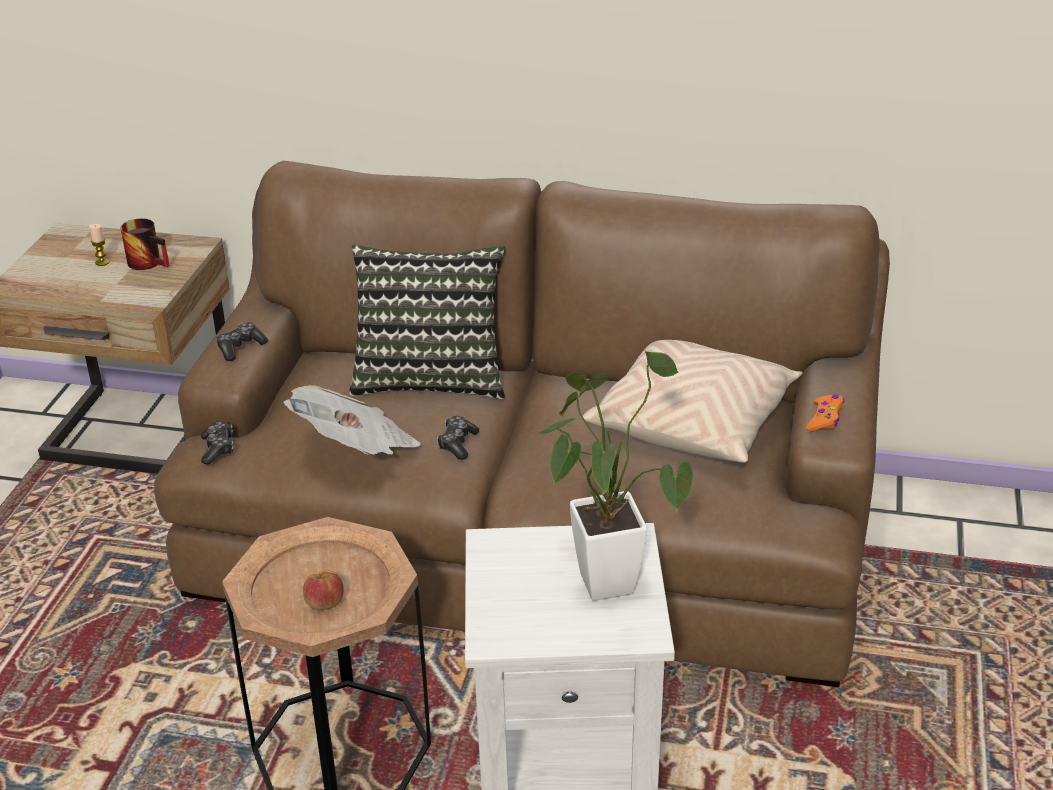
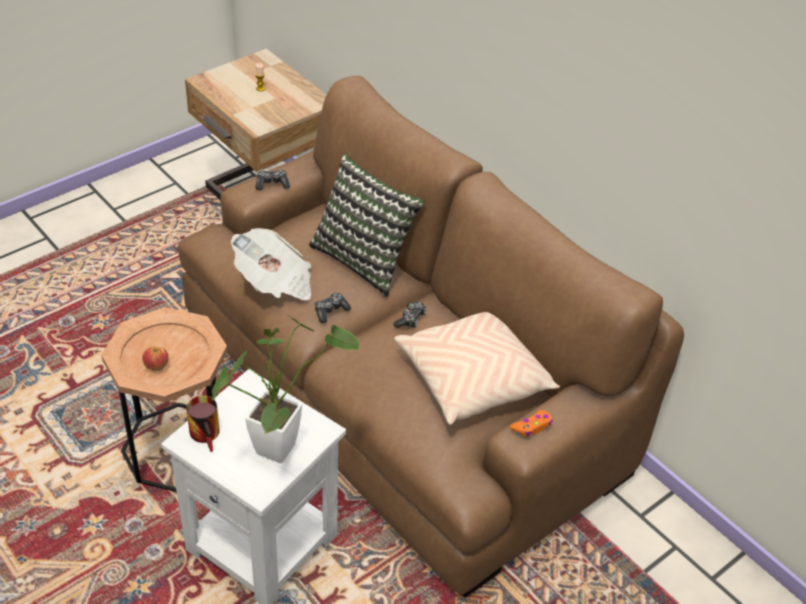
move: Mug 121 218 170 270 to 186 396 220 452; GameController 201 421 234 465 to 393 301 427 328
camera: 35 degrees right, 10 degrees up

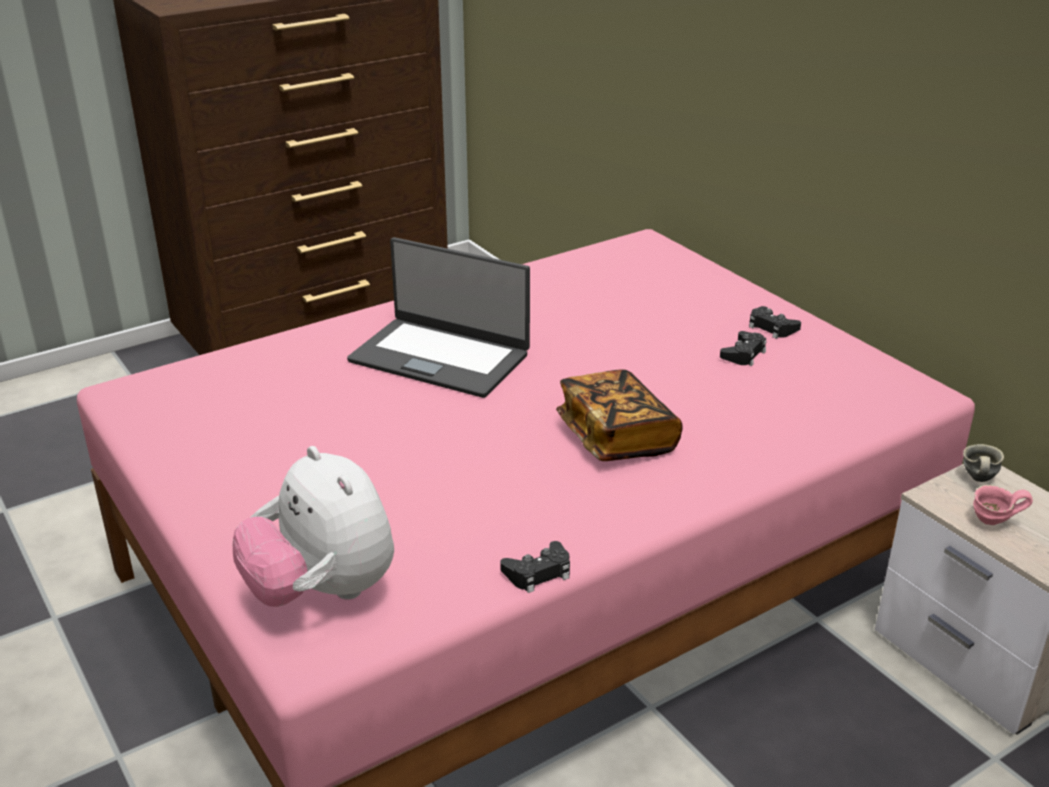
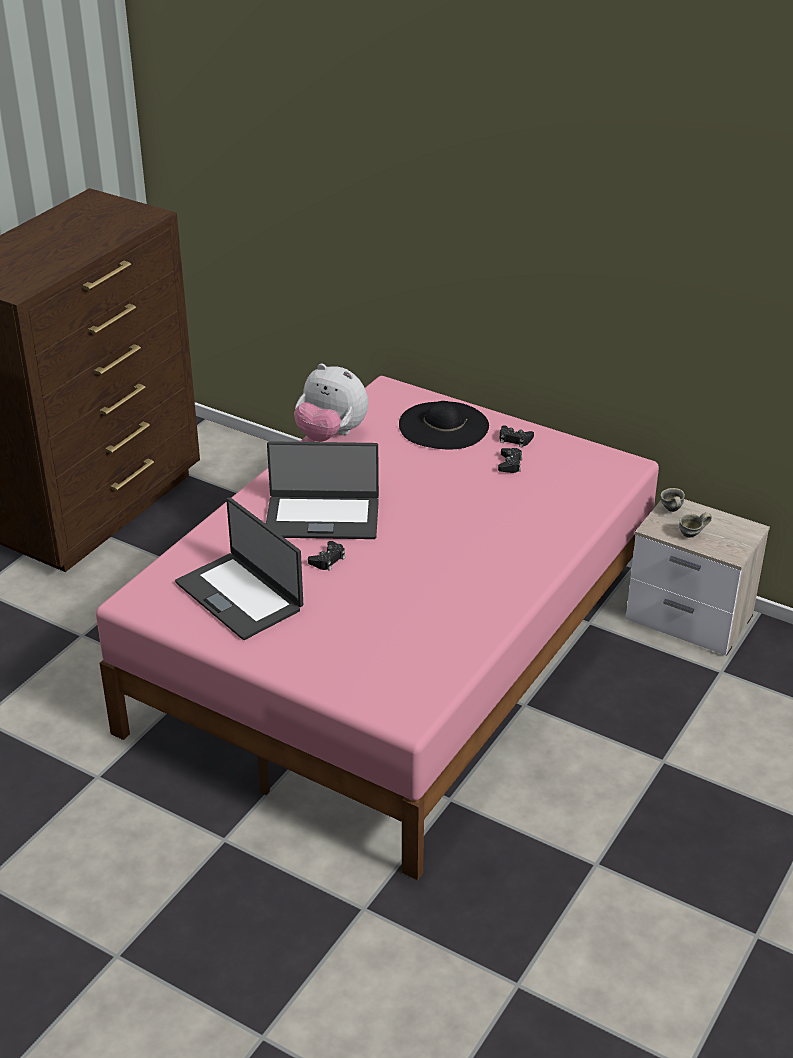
delete: Book 556 369 683 461
insert: Laptop 175 497 303 640; BlackHat 399 401 489 449
move: PlushToy 233 446 394 607 to 294 363 368 442; BlackGameController 500 541 570 593 to 308 541 345 571
recolor: PinkMug 973 485 1033 525 to GreyMug 679 512 712 538
camera: 25 degrees left, 5 degrees up

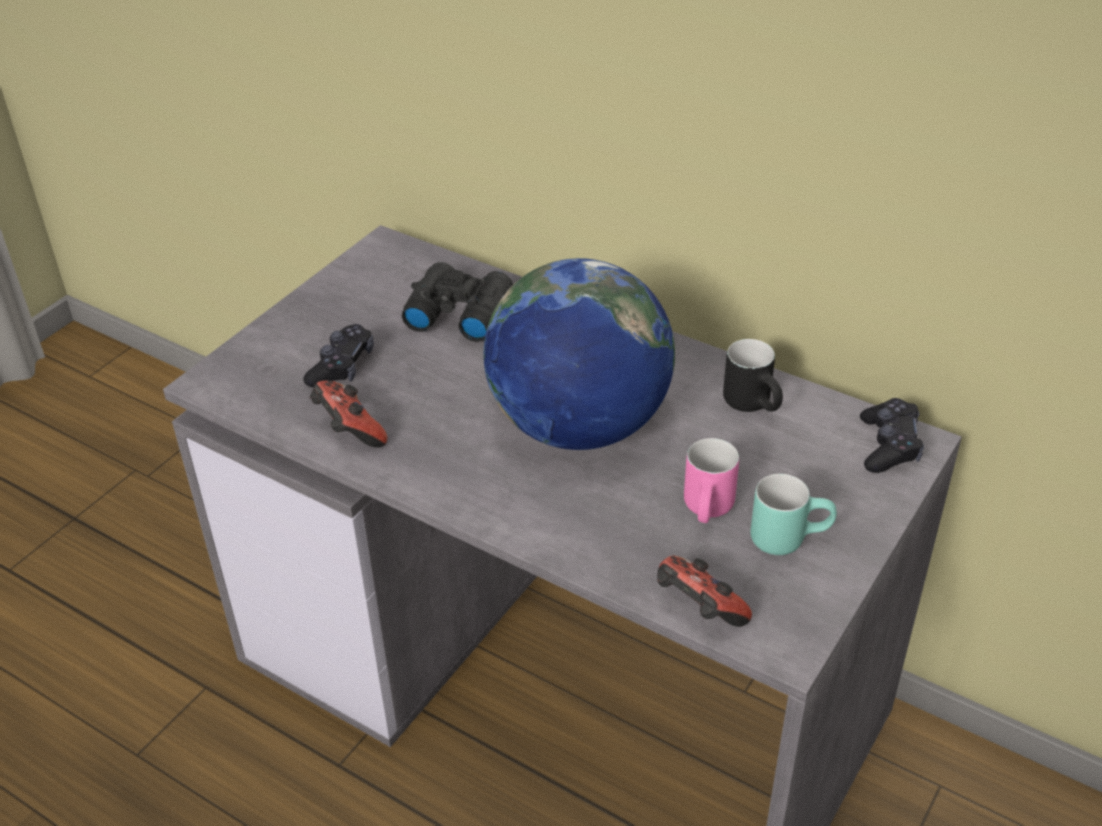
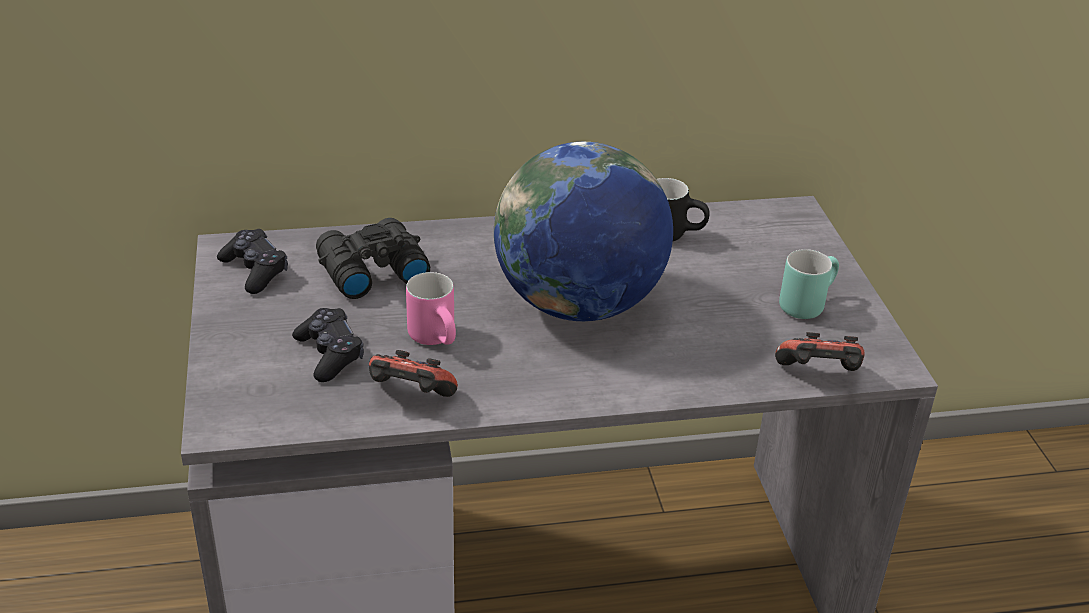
move: PinkMug 684 438 739 523 to 406 272 456 345; BlackGameController 860 398 924 473 to 217 229 288 294
camera: 45 degrees left, 5 degrees down

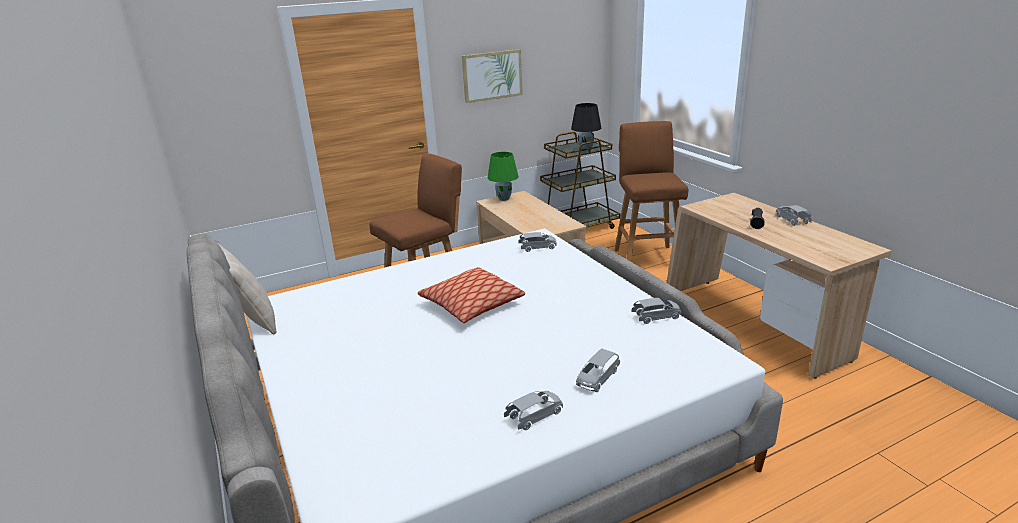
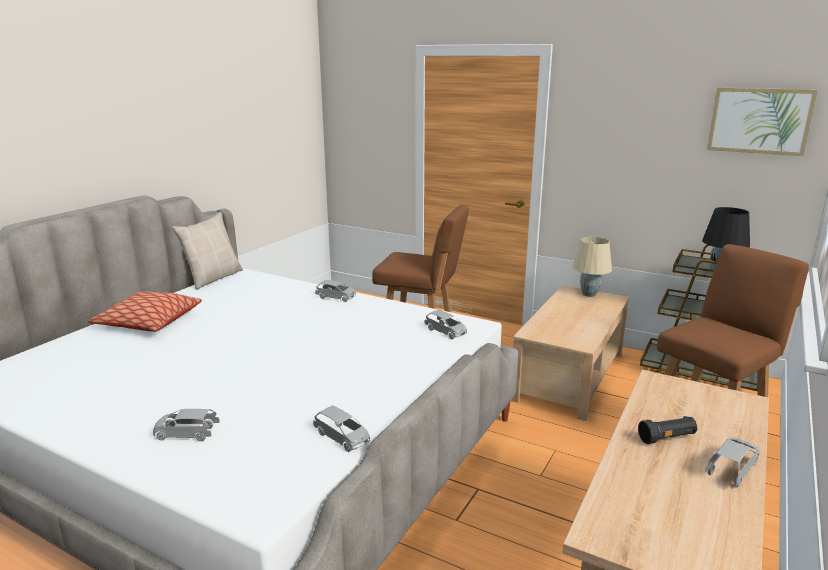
move: Pillow 418 267 525 323 to 88 291 202 332; Picture 462 49 523 103 to 707 87 818 156; GreyToyCar 504 391 563 430 to 315 280 356 302
recolor: GreenTableLamp 488 152 518 201 to BeigeTableLamp 573 237 612 297
camera: 55 degrees right, 5 degrees down

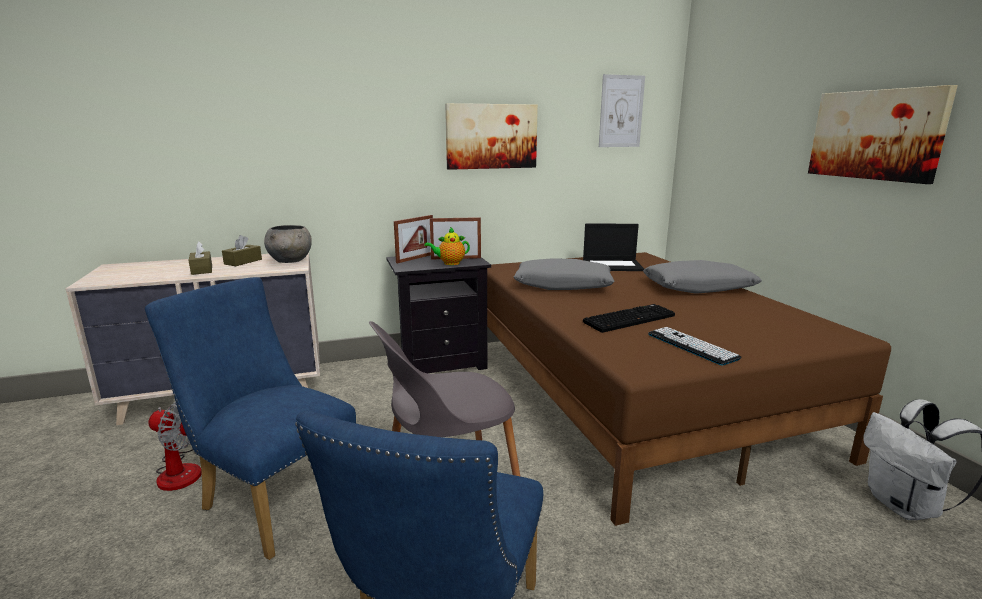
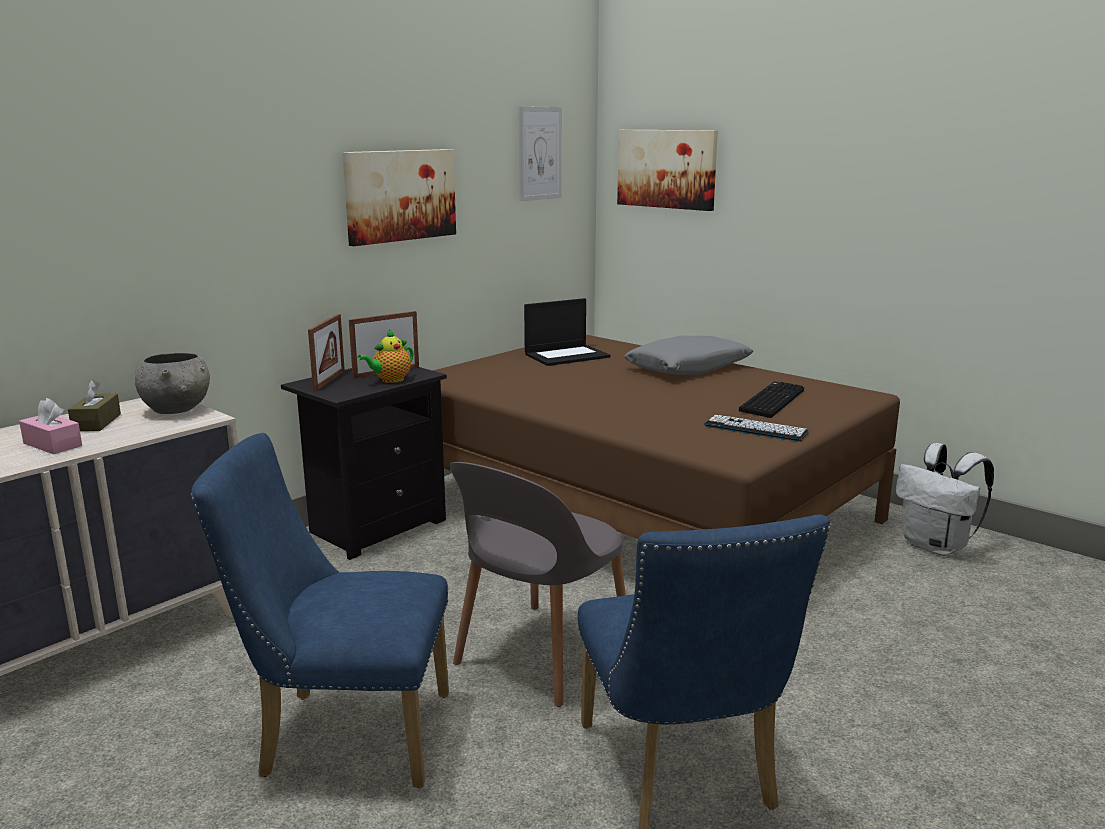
delete: Fan 148 402 202 491; GreyPillow 514 258 614 290
move: Keyboard 583 304 675 333 to 739 381 804 418; Picture 808 85 958 184 to 617 130 718 211
recolor: BrownTissueBox 189 241 212 275 to PinkTissueBox 19 398 82 454
camera: 30 degrees left, 0 degrees up

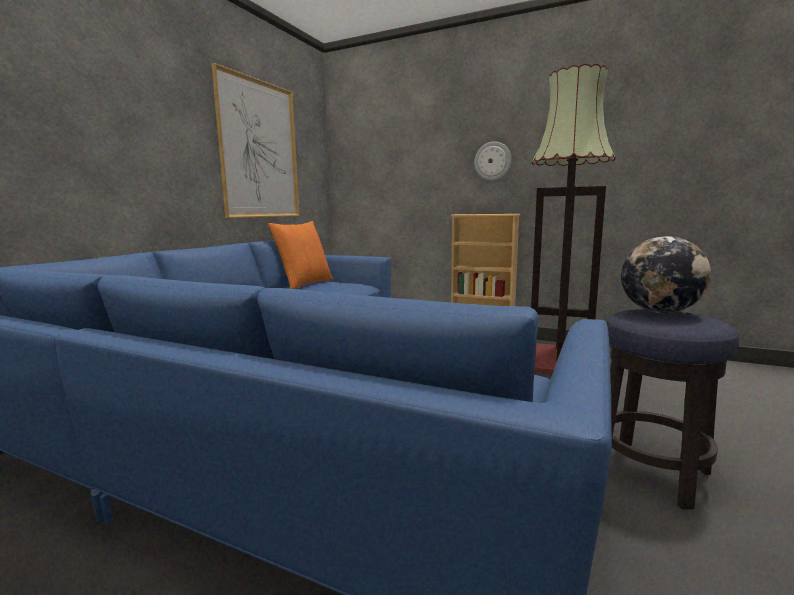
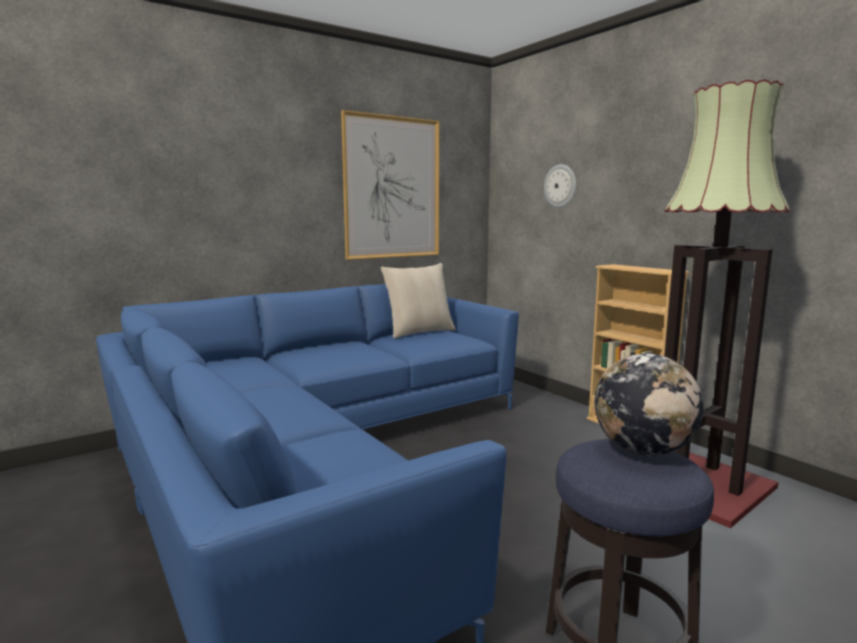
move: WallClock 474 141 512 181 to 544 164 576 208
recolor: OrangePillow 268 221 334 289 to BeigePillow 381 263 456 339
camera: 30 degrees right, 0 degrees up

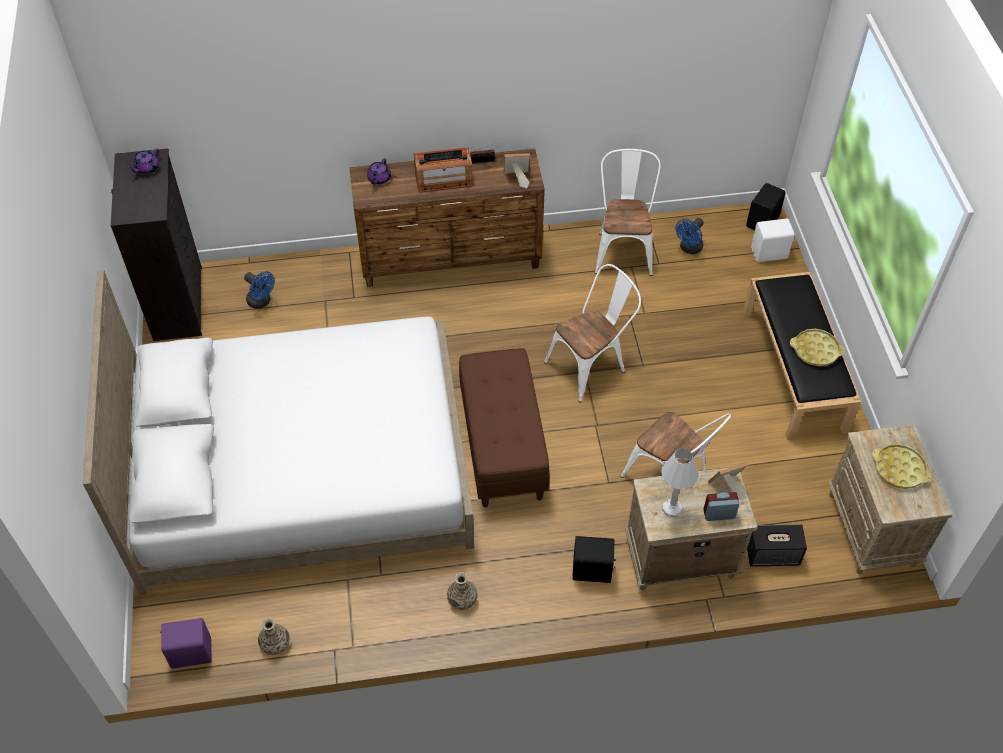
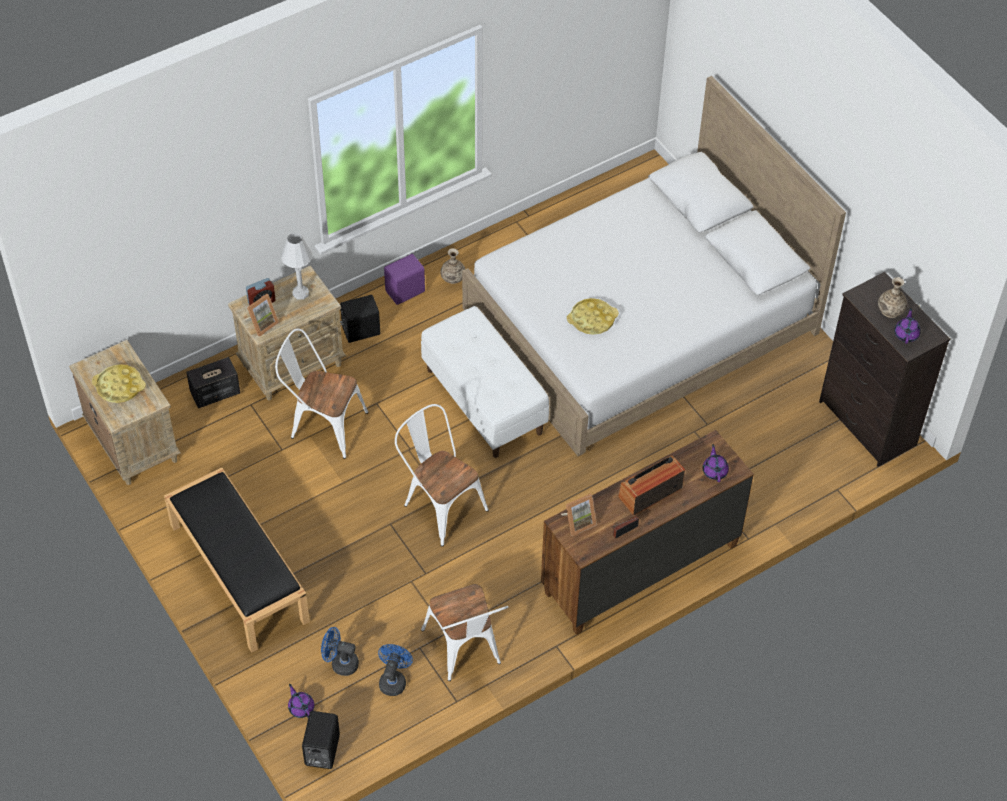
move: PurpleSpeaker 160 618 212 669 to 384 254 425 305; BlueFan 244 271 275 309 to 321 627 359 676; Vase 258 617 290 655 to 878 277 907 318; YellowTray 790 329 845 366 to 567 298 619 335
replace: WhiteSpeaker 751 218 794 262 to PurpleTeapot 288 684 315 718
recolor: BrownBench 459 348 550 507 to WhiteBench 421 306 549 458
rotate: WhiteChair 544 264 641 403 = 395 404 489 547 105 degrees clockwise
camera: 155 degrees right, 0 degrees up

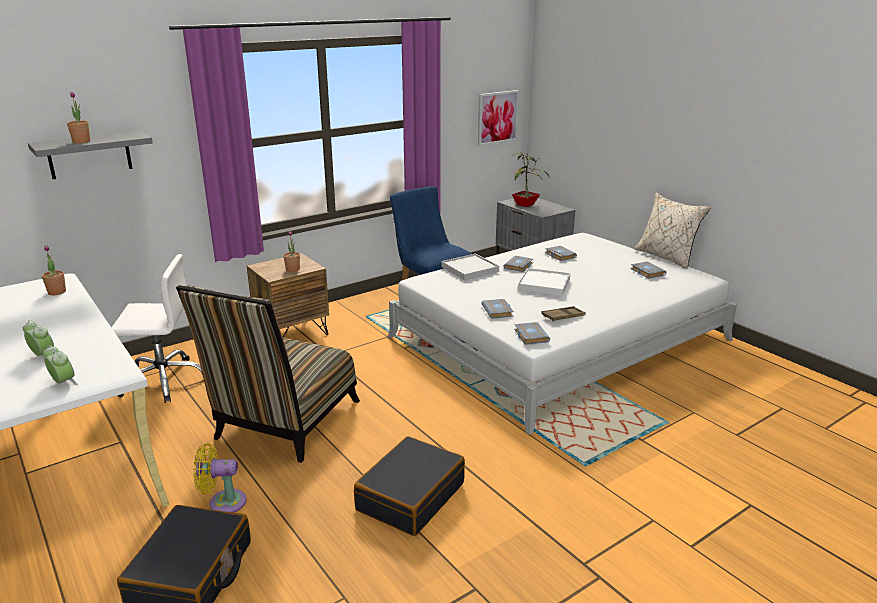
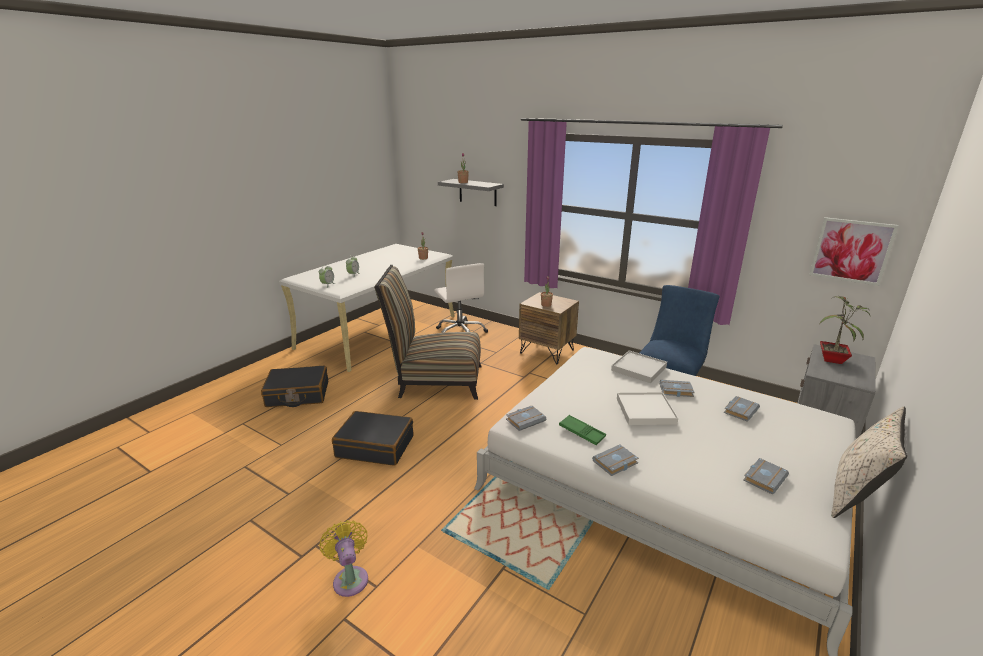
move: YellowFan 194 443 247 513 to 320 520 368 597; GreyBook 481 299 514 319 to 592 444 639 476
recolor: BrownTray 541 306 586 322 to GreenTray 559 415 606 445
camera: 70 degrees right, 0 degrees up

